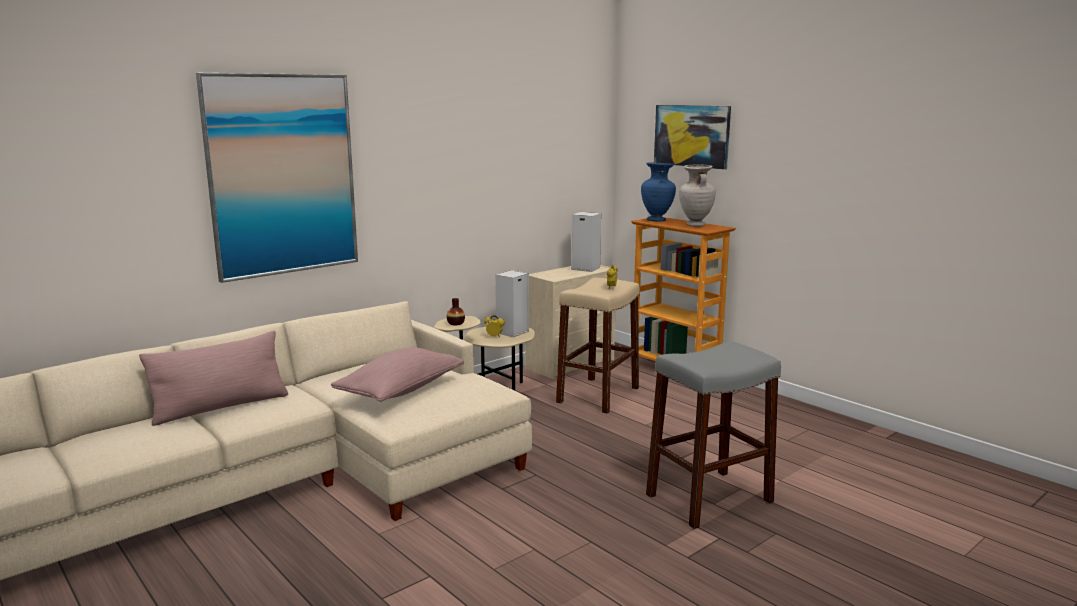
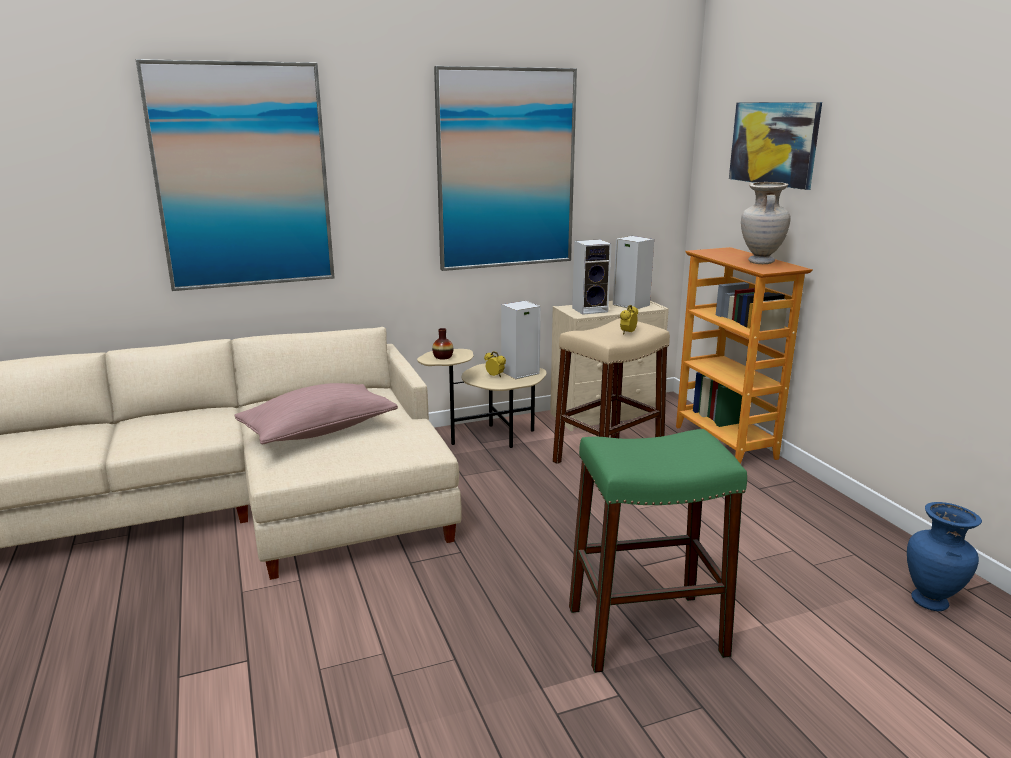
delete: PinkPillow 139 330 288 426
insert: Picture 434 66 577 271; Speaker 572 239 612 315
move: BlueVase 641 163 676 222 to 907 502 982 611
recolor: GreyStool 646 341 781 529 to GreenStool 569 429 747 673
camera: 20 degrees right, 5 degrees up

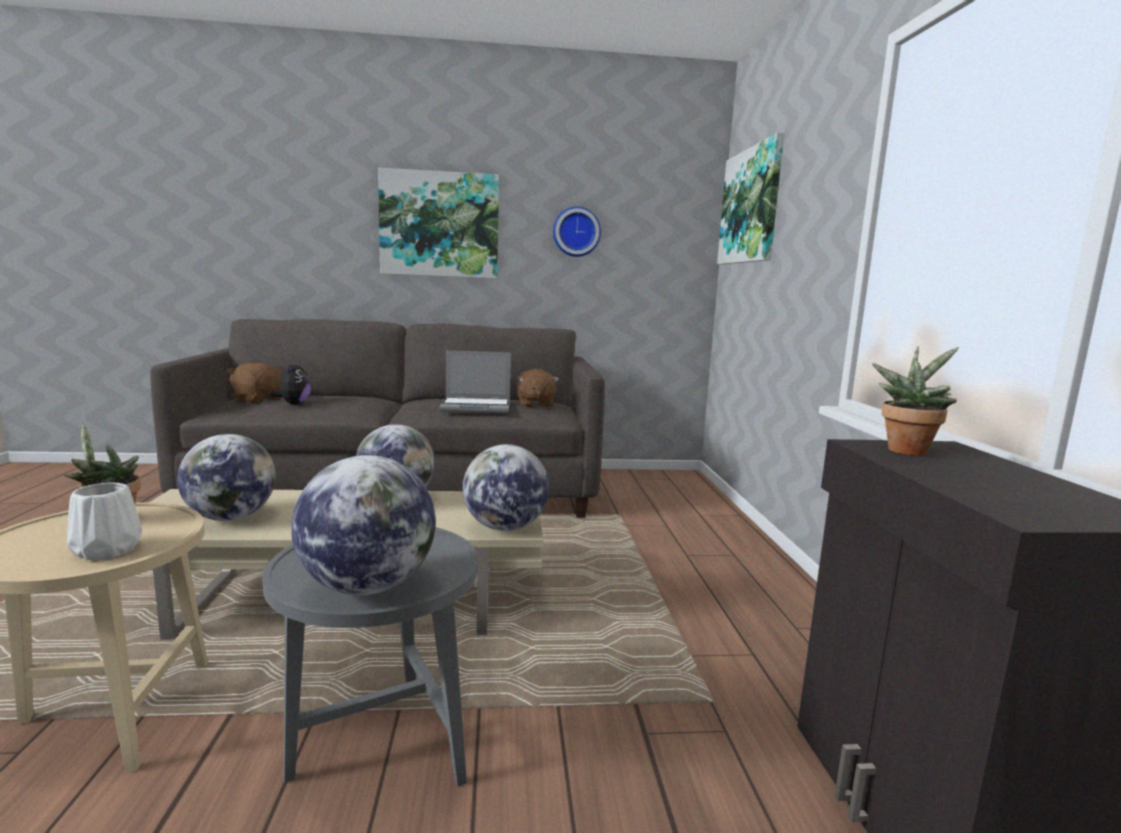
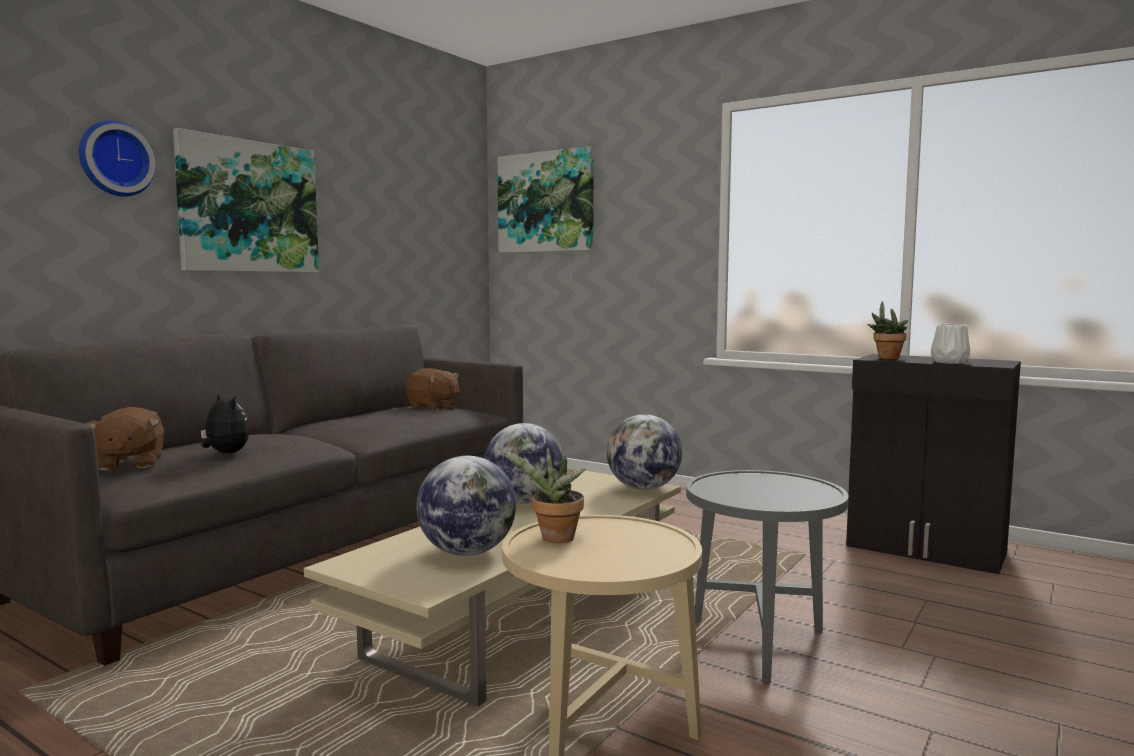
delete: Globe 291 455 436 595; Laptop 439 350 511 413
move: WhiteVase 67 482 142 560 to 931 324 970 364; WallClock 553 206 601 257 to 79 121 156 197
rotate: BrownPlushToy 227 363 282 403 = 86 407 164 471 90 degrees counterclockwise
camera: 50 degrees left, 5 degrees down

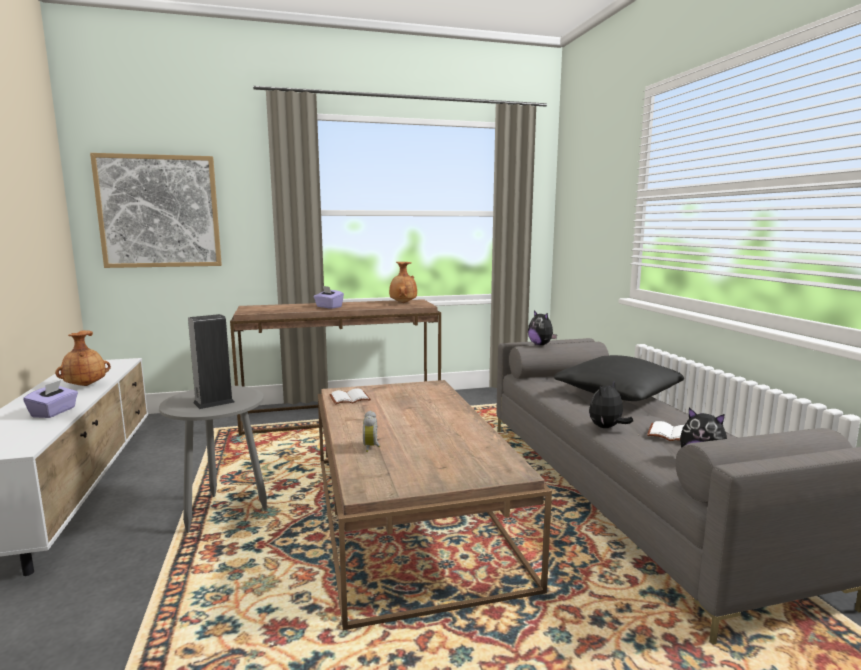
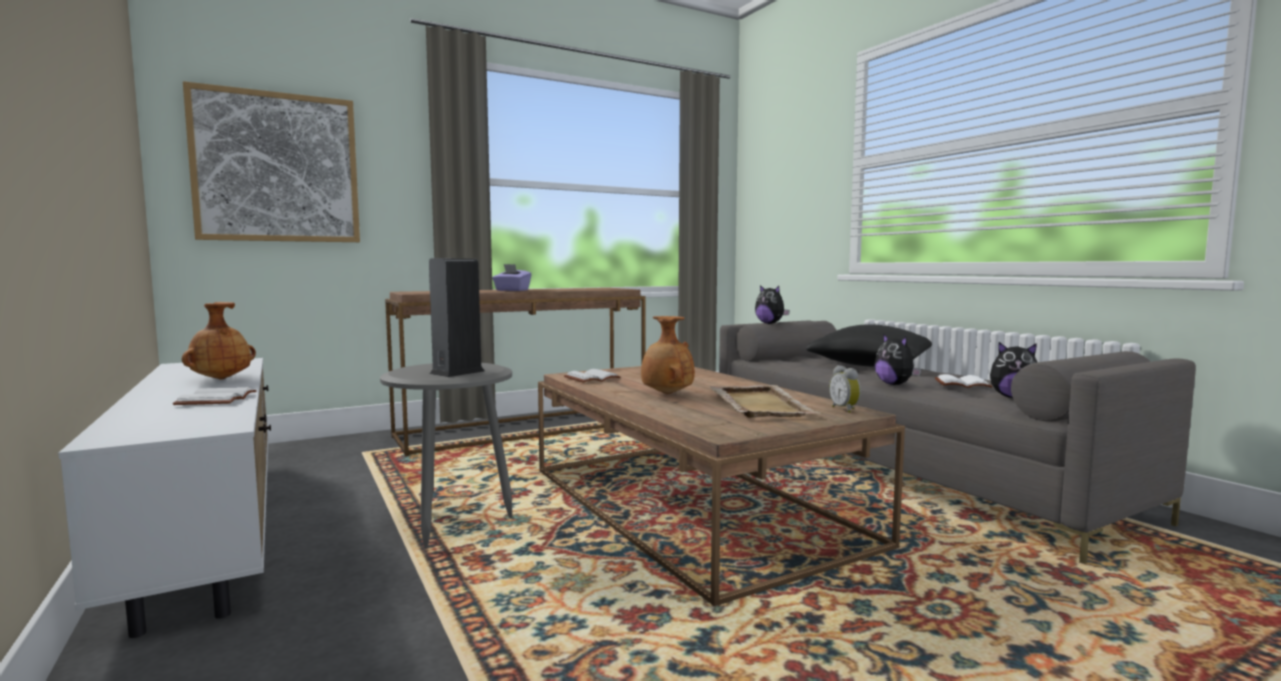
insert: BeigeTray 709 385 820 418
move: AlarmClock 363 410 380 452 to 829 365 861 413; BrownVase 389 262 417 303 to 641 316 695 394
replace: PurpleTissueBox 23 380 78 418 to WhiteBook 173 387 256 405
rotate: PlushToy 589 380 633 428 = 875 333 921 385 60 degrees counterclockwise
camera: 15 degrees left, 5 degrees down

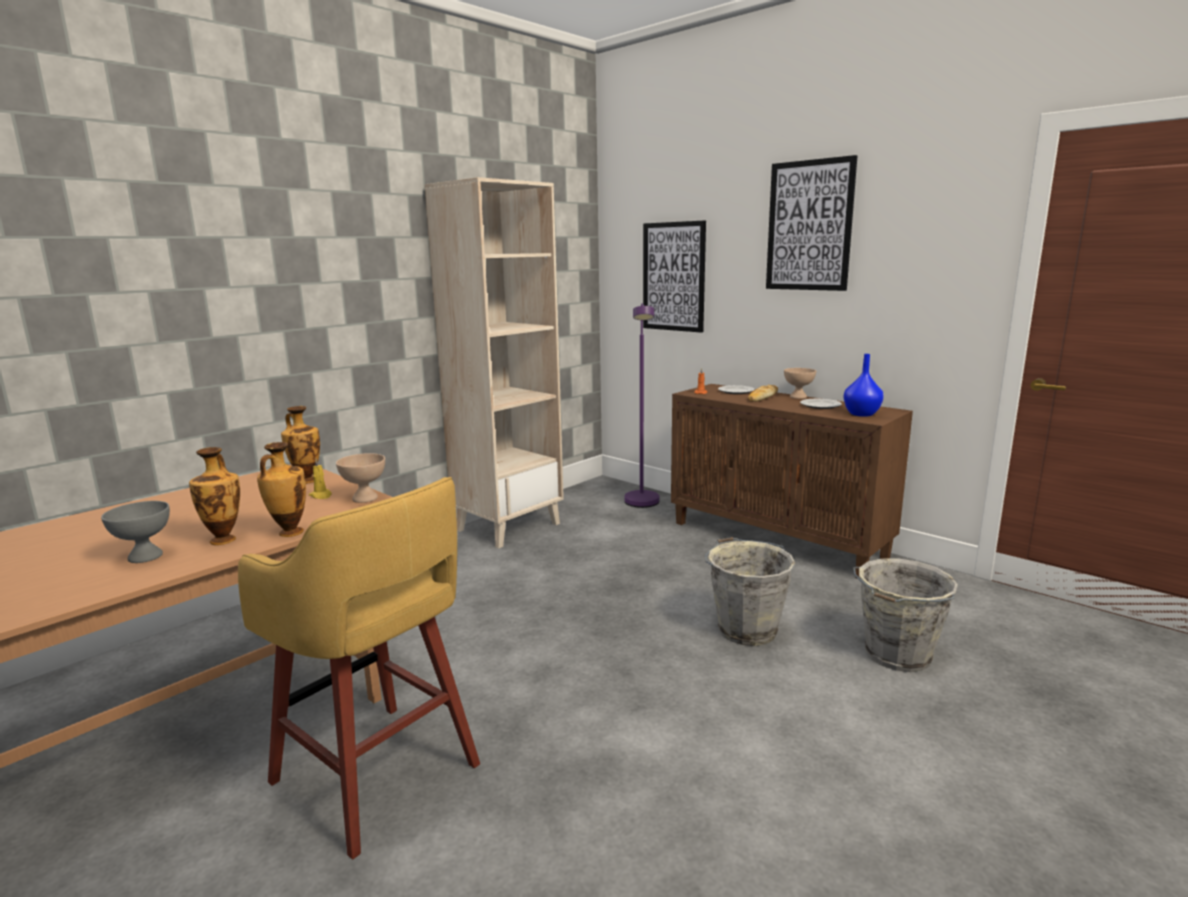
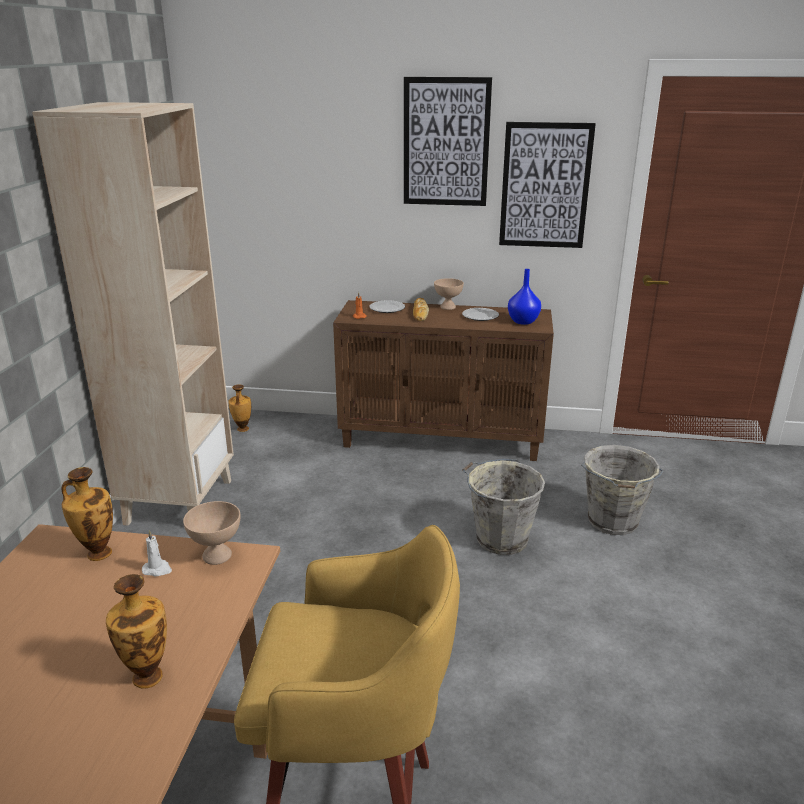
delete: GreyBowl 101 501 170 563; PurpleFloorLamp 624 303 659 508
move: Vase 257 442 306 537 to 228 384 251 432; Picture 643 220 706 333 to 499 122 596 248
recolor: YellowCandle 309 459 332 499 to WhiteCandle 142 530 172 576
camera: 35 degrees left, 10 degrees up

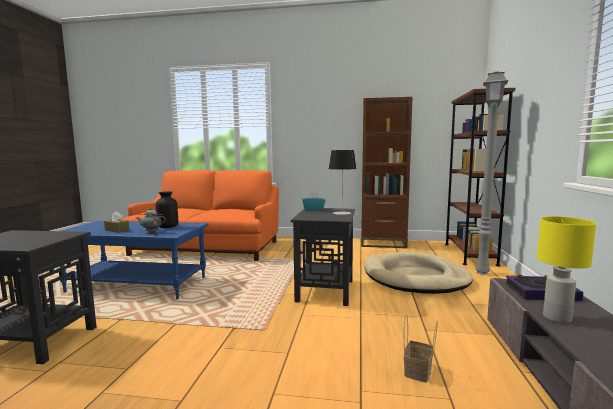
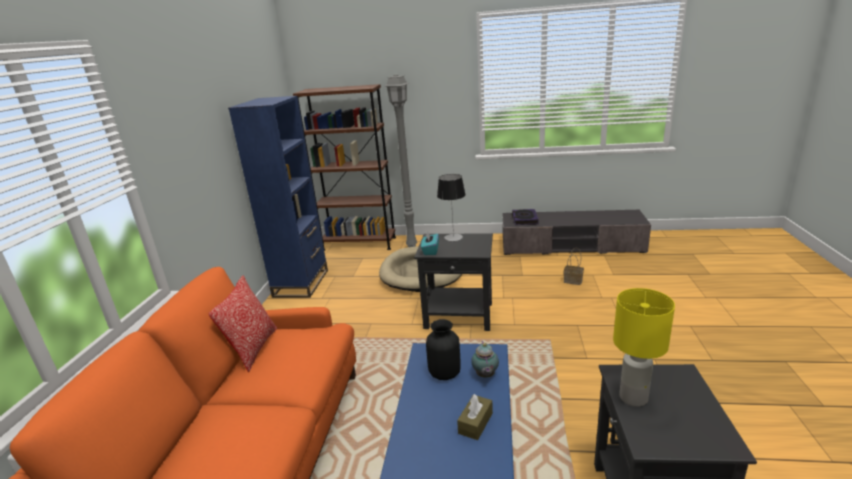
insert: Pillow 208 276 277 372
move: YellowTableLamp 537 216 596 323 to 613 288 675 407
recolor: BrownBookcase 361 97 412 248 to BlueBookcase 228 96 328 298
camera: 90 degrees left, 15 degrees up

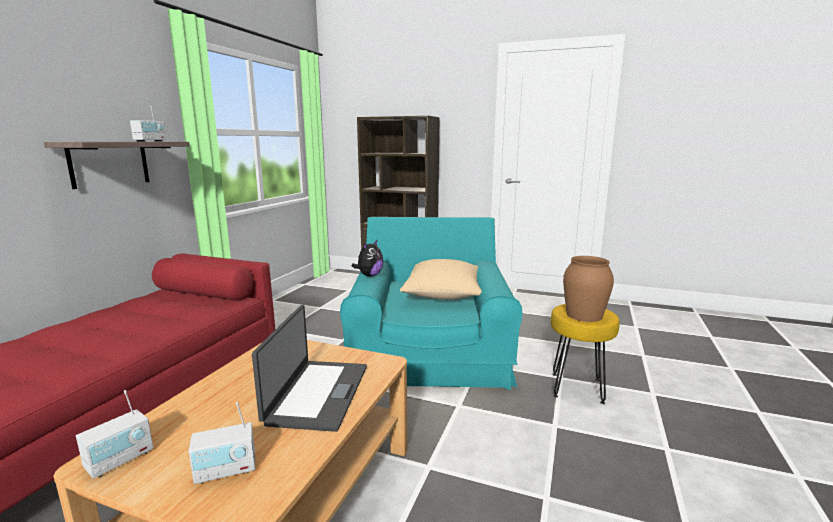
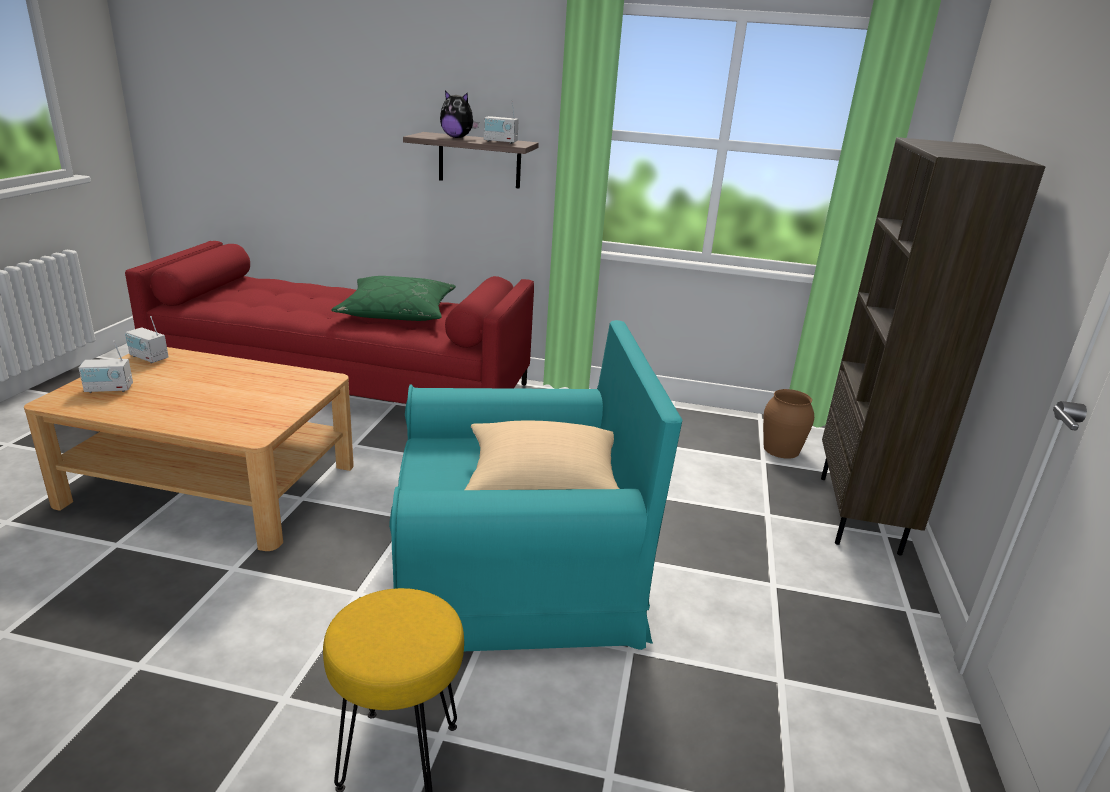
delete: Laptop 252 305 367 432
insert: GreenPillow 331 276 456 321
move: PlushToy 352 240 384 277 to 440 90 479 138; BrownVase 563 256 614 322 to 763 389 814 459
rotate: Radio 189 402 255 484 = 79 341 133 393 75 degrees counterclockwise
camera: 80 degrees right, 10 degrees up

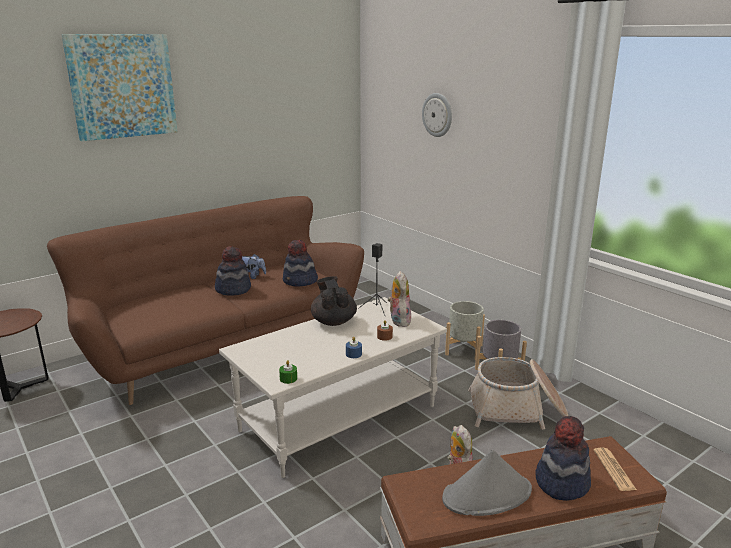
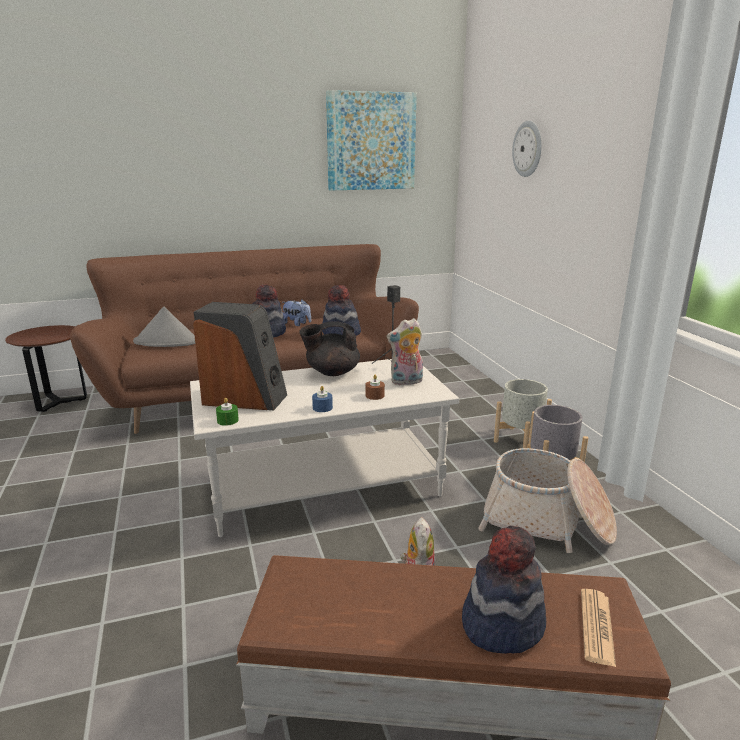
insert: Speaker 193 302 287 411
move: Picture 61 34 178 141 to 326 90 417 191; GreyHat 442 450 532 516 to 133 307 195 347
rotate: BlackTeapot 311 276 357 326 = 299 321 360 376 105 degrees counterclockwise; PlushToy 388 271 411 327 = 386 318 423 385 120 degrees counterclockwise
camera: 20 degrees right, 0 degrees up

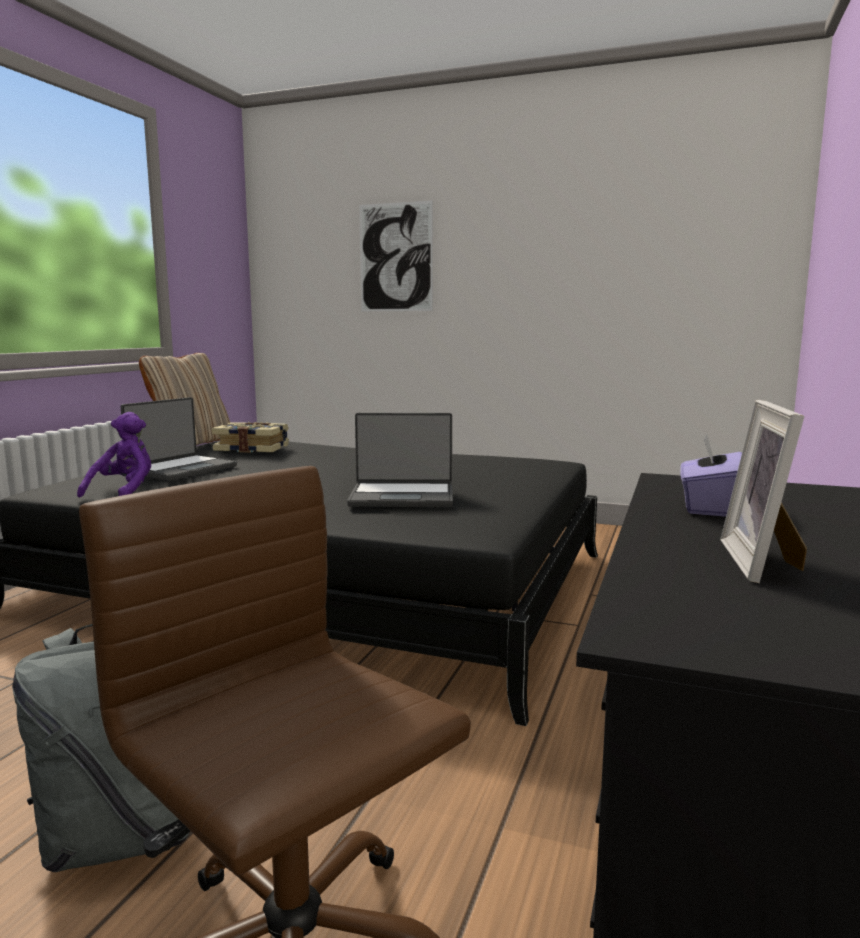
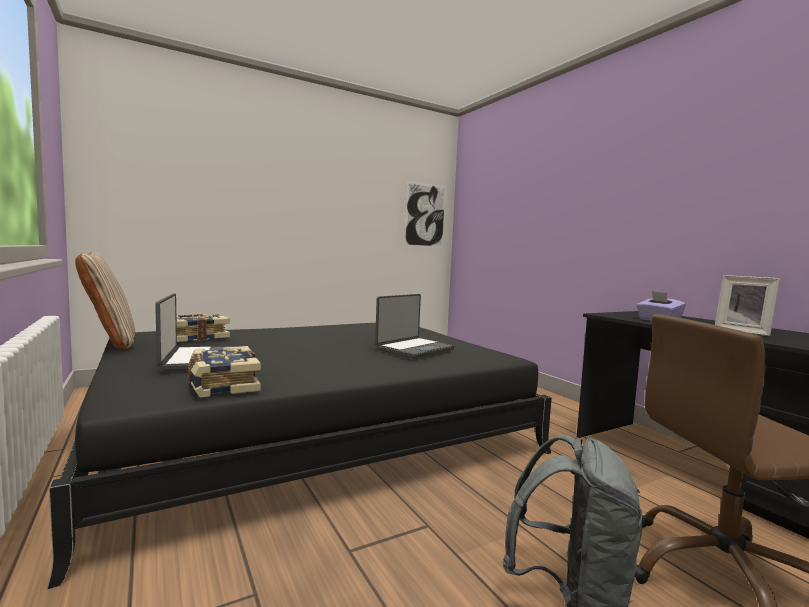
move: Picture 359 200 433 311 to 404 181 446 248
replace: PurplePlushToy 77 412 151 497 to Book 188 346 261 397
camera: 50 degrees left, 5 degrees down

